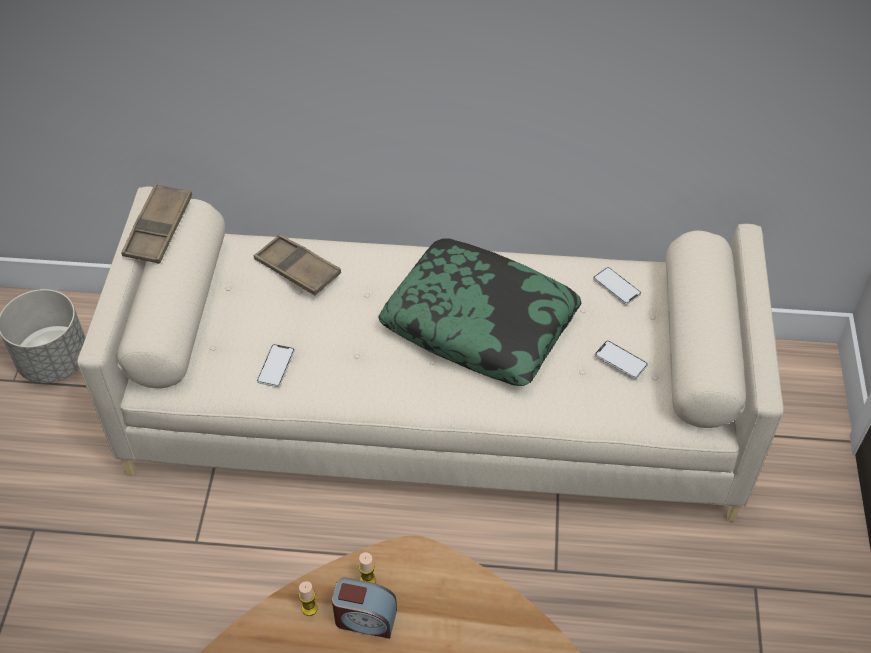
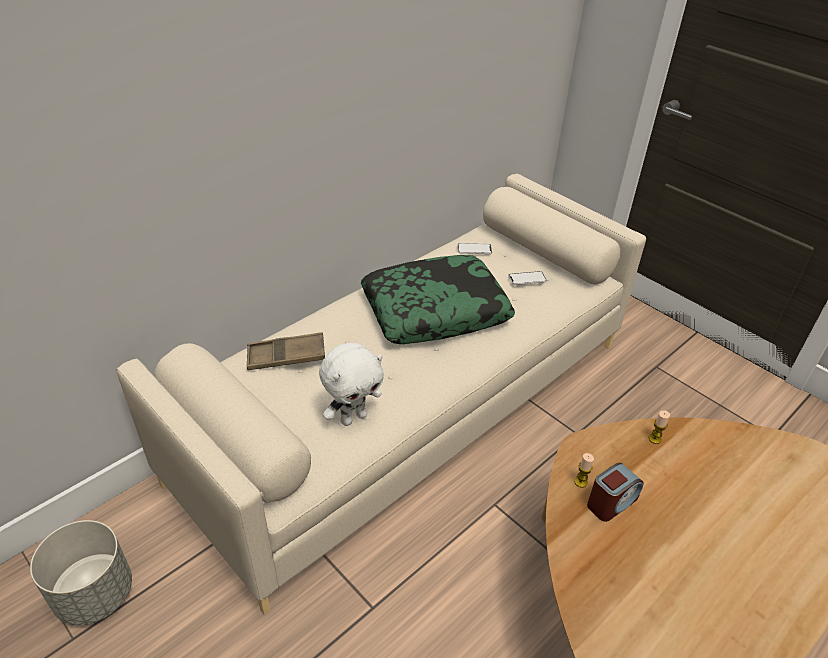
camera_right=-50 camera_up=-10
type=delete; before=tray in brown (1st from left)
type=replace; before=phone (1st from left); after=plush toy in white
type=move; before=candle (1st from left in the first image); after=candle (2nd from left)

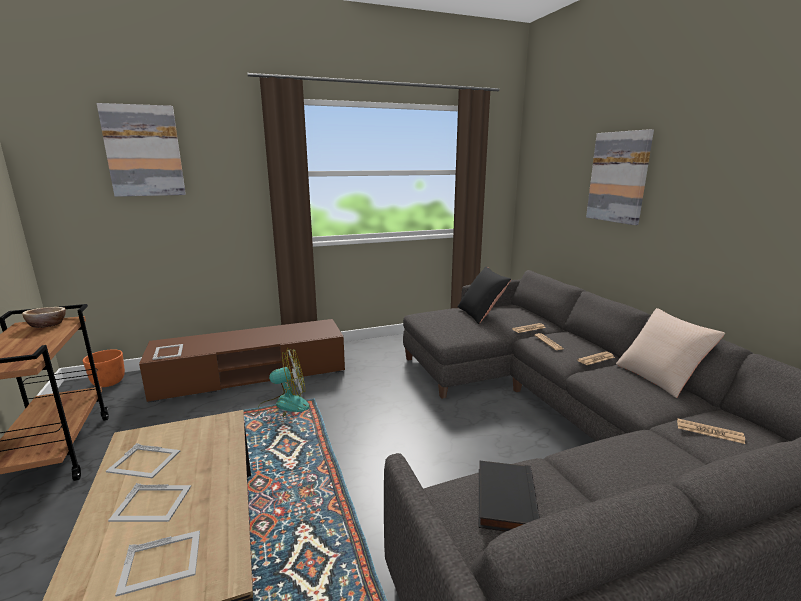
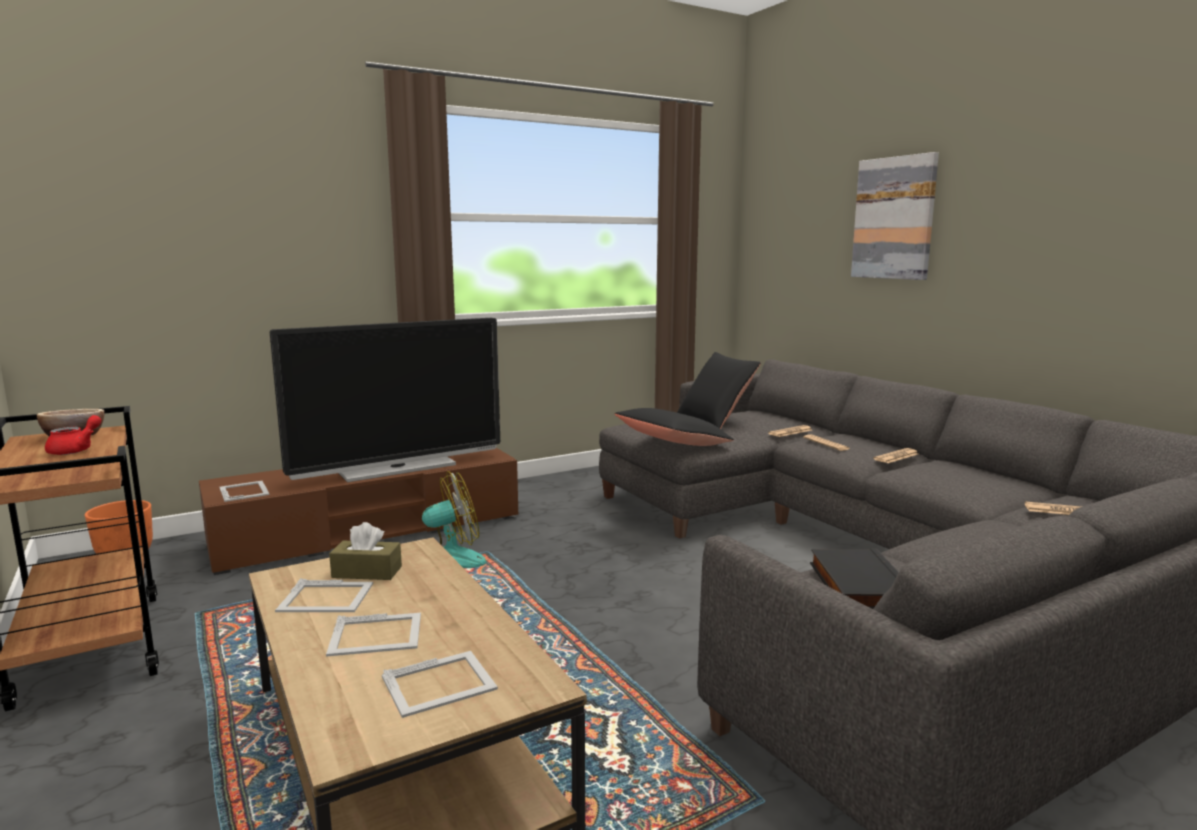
camera_right=-10 camera_up=-5
type=delete; before=picture (1st from left)
type=delete; before=pillow in beige
type=insert; after=teapot in red
type=insert; after=television
type=insert; after=tissue box in brown
type=insert; after=pillow in black (1st from left)

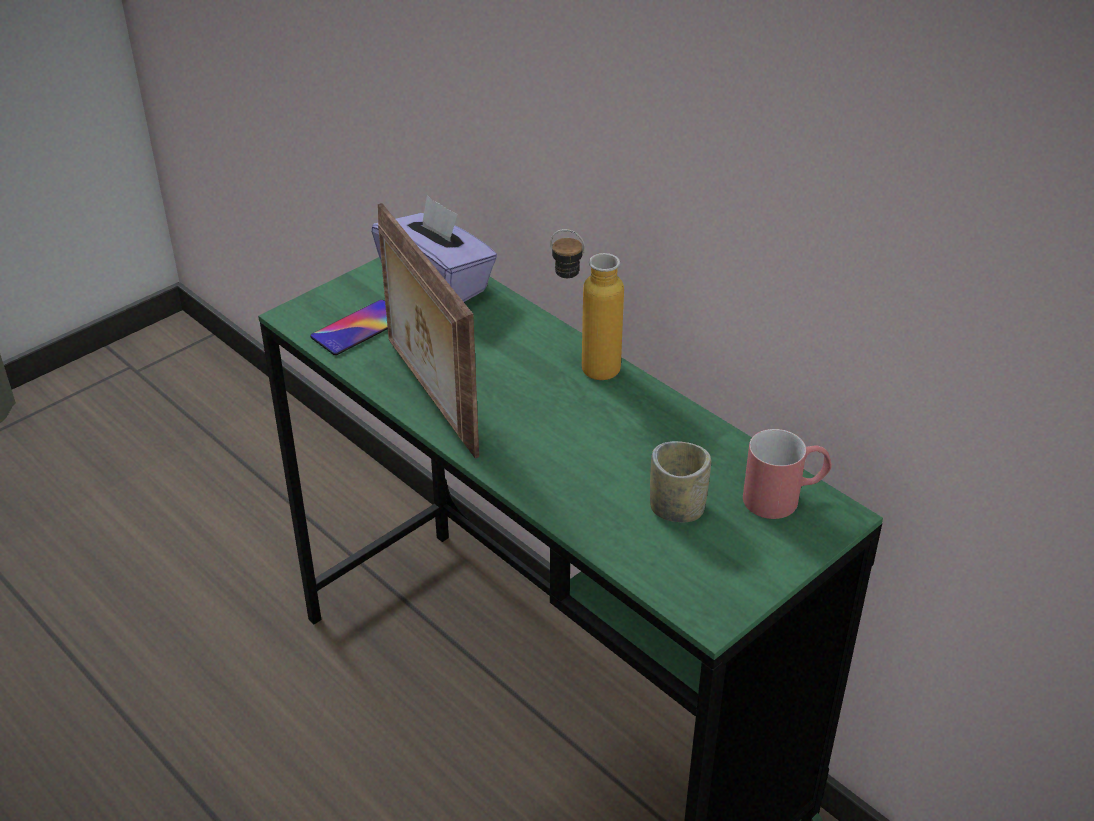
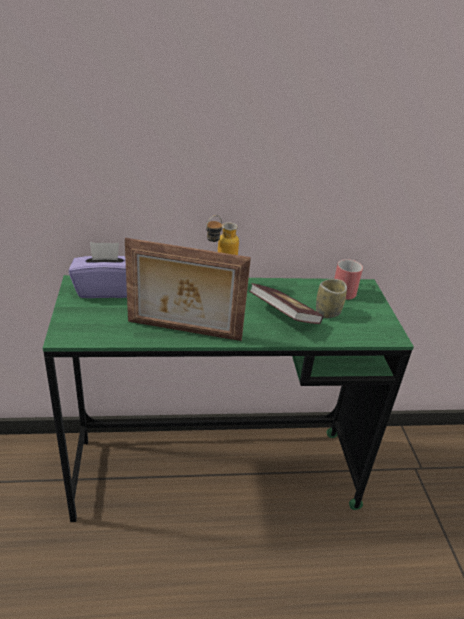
camera_right=-55 camera_up=-5
type=delete; before=phone
type=insert; after=book

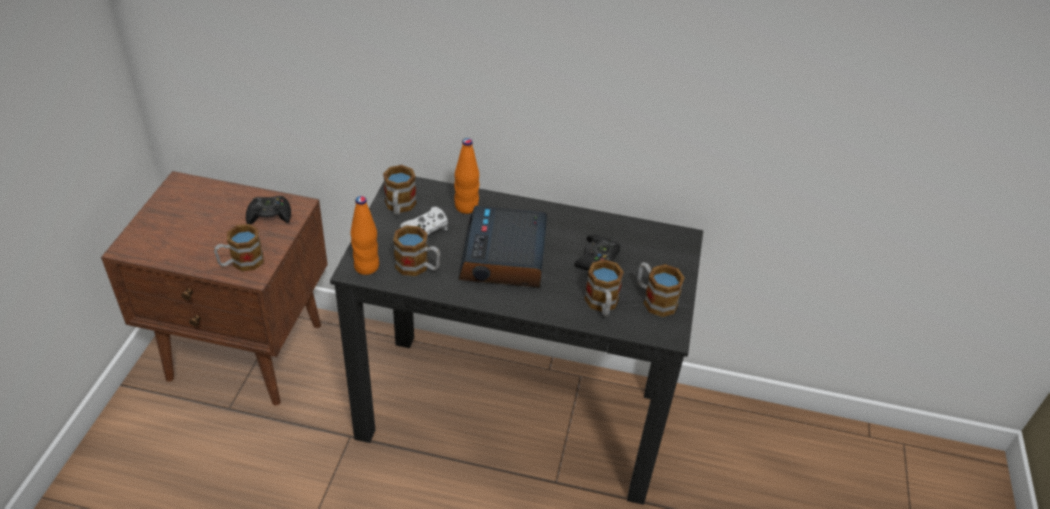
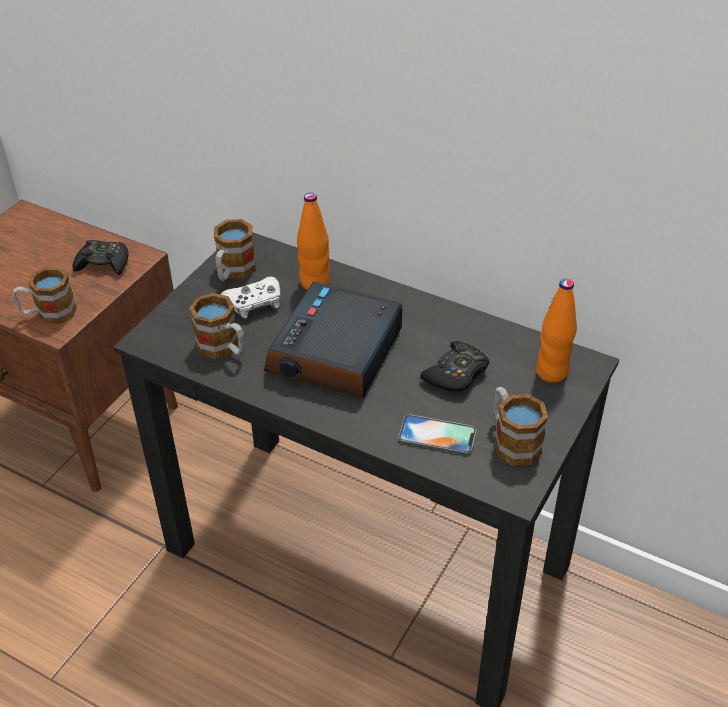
camera_right=20 camera_up=0
type=move; before=bottle in orange (1st from left in the first image); after=bottle in orange (2nd from left)
type=replace; before=mug (4th from left); after=phone

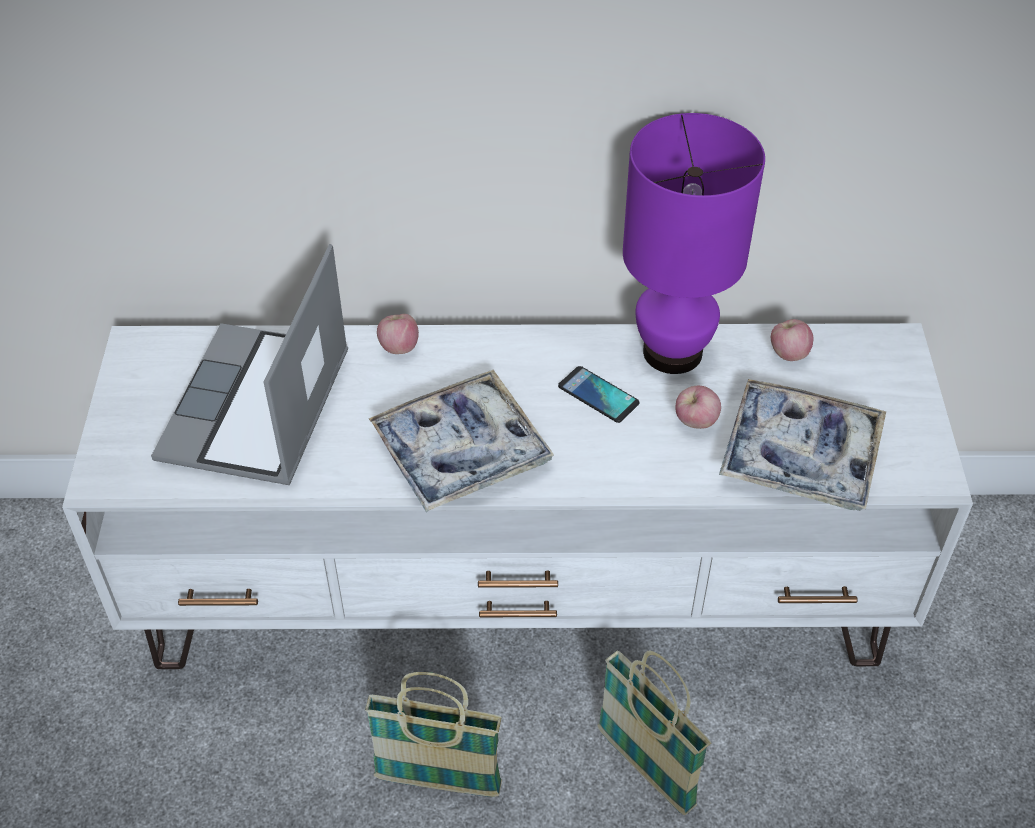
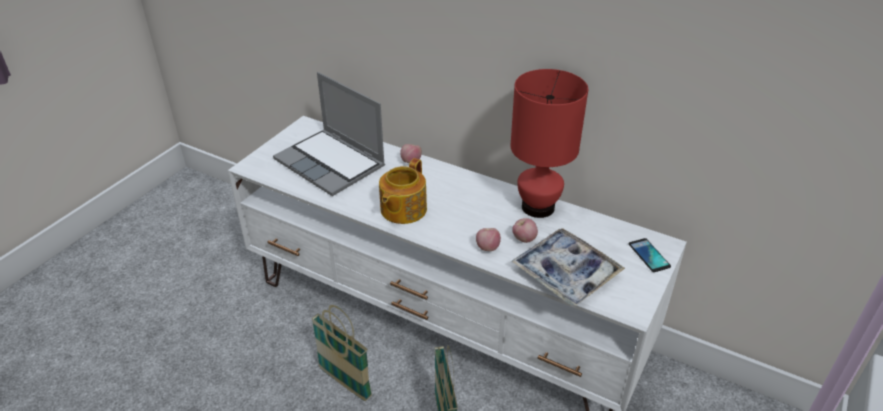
camera_right=30 camera_up=-10
type=rotate; before=laptop; turn=-90
type=replace; before=tray (1st from left); after=teapot
type=move; before=phone
type=recolor; before=table lamp in purple; after=table lamp in red
type=move; before=apple (3rd from left in the first image); after=apple (2nd from left)

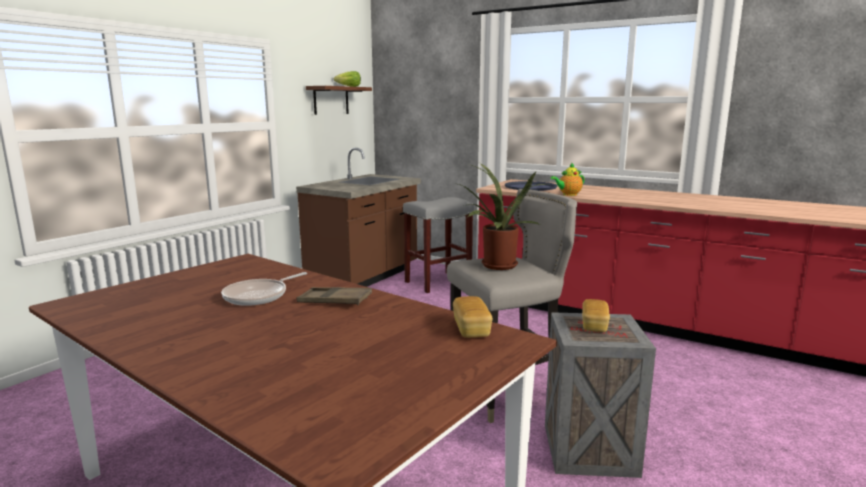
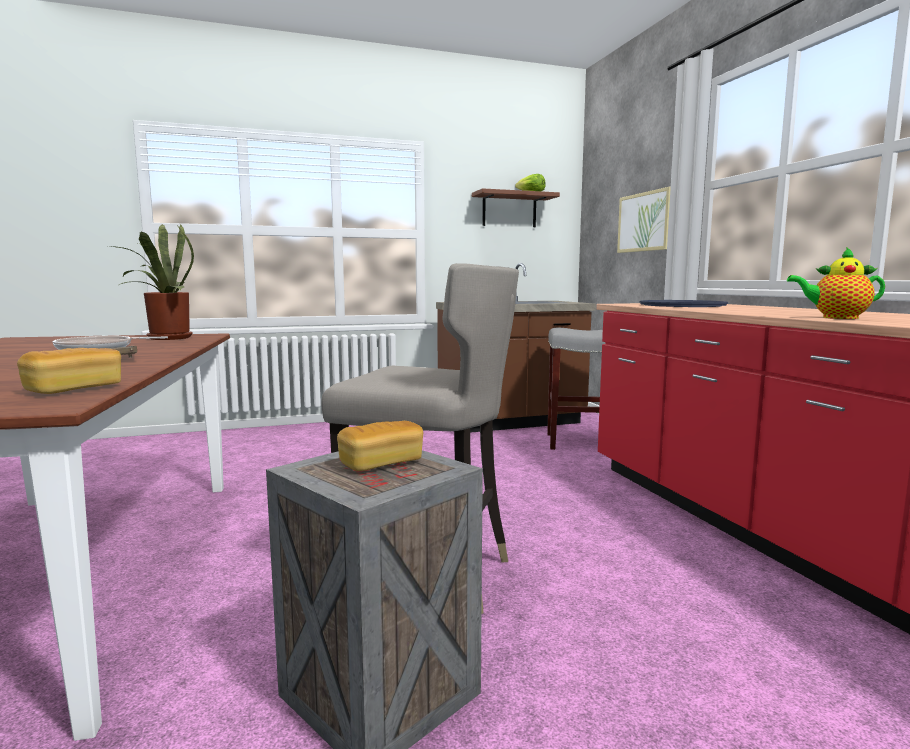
camera_right=40 camera_up=-5
type=move; before=potted plant
type=move; before=teapot
type=insert; after=picture

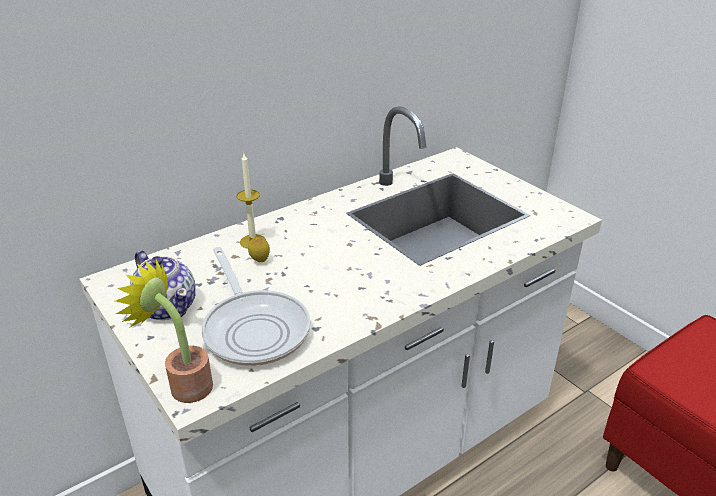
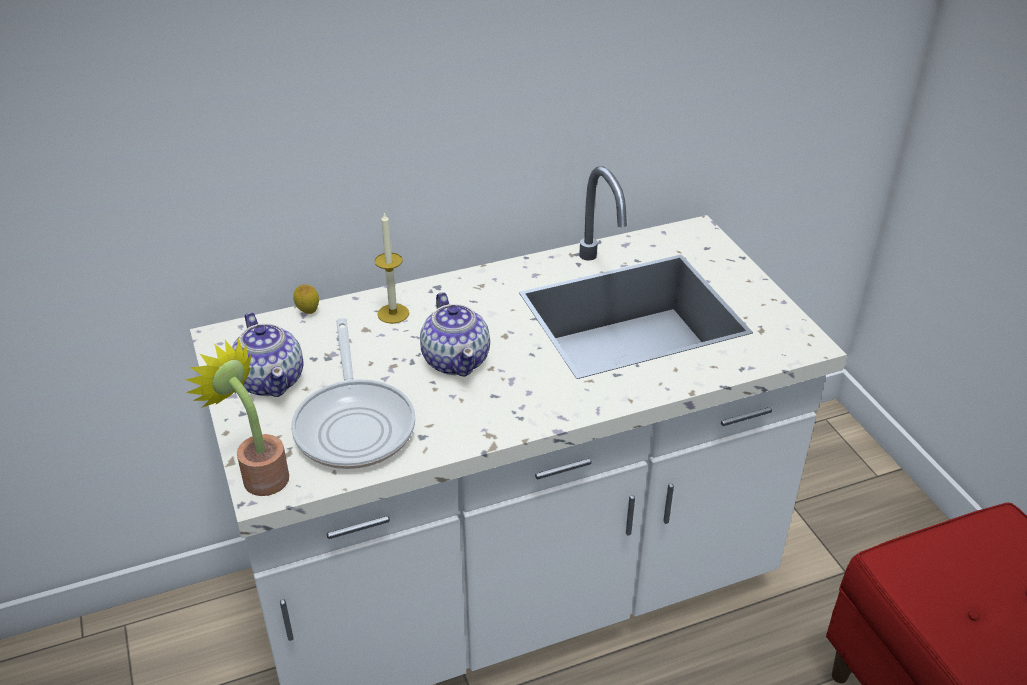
camera_right=15 camera_up=5
type=move; before=lemon
type=insert; after=teapot (2nd from left)

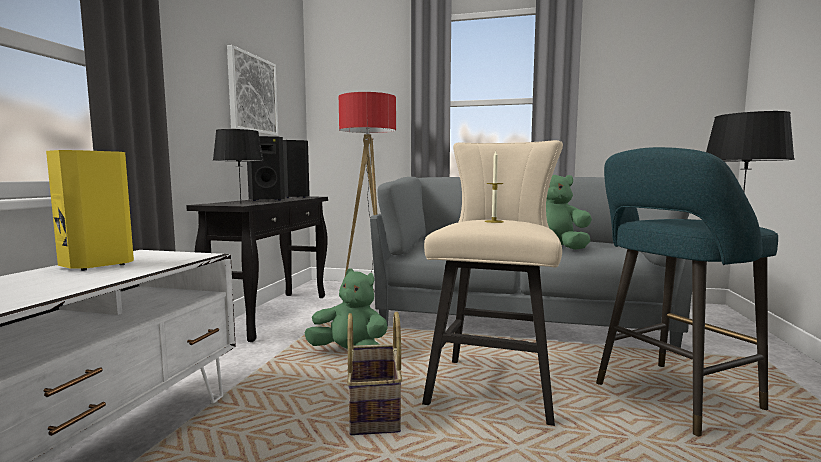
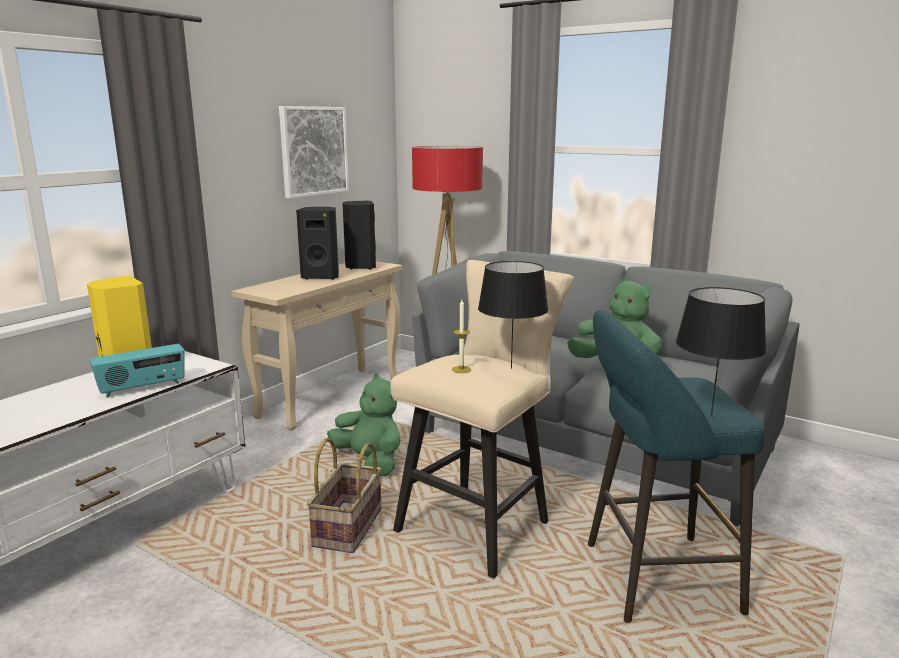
camera_right=20 camera_up=10
type=recolor; before=console table in black; after=console table in beige
type=move; before=table lamp in black (1st from left)
type=insert; after=radio

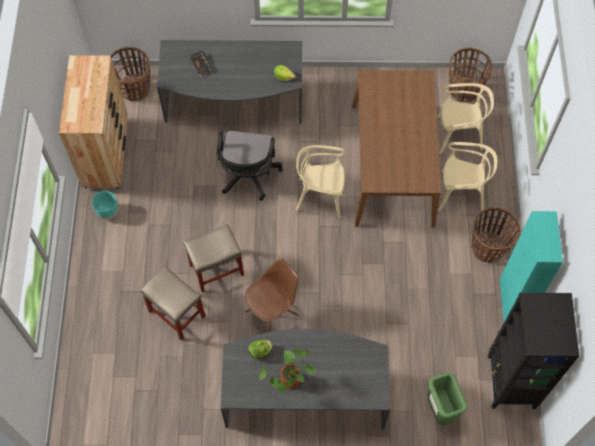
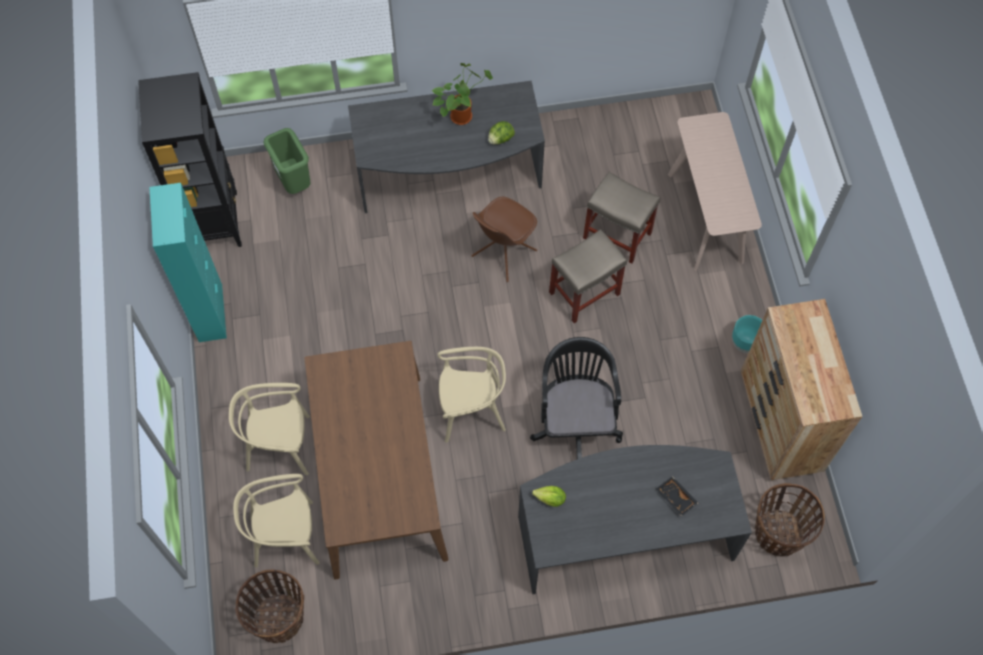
camera_right=170 camera_up=0
type=delete; before=basket (3rd from left)
type=insert; after=console table in beige

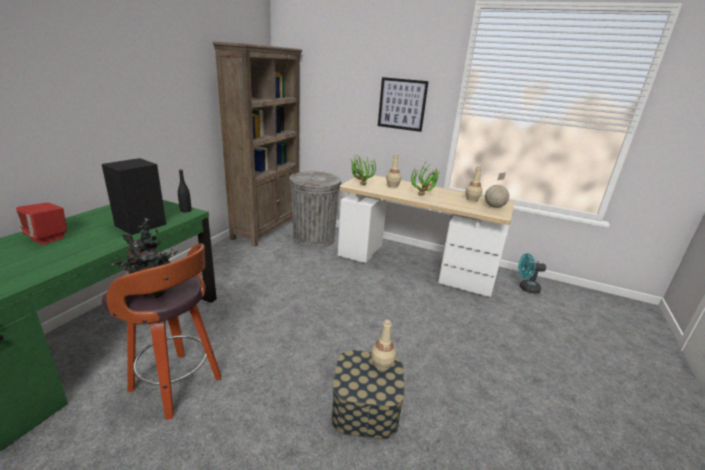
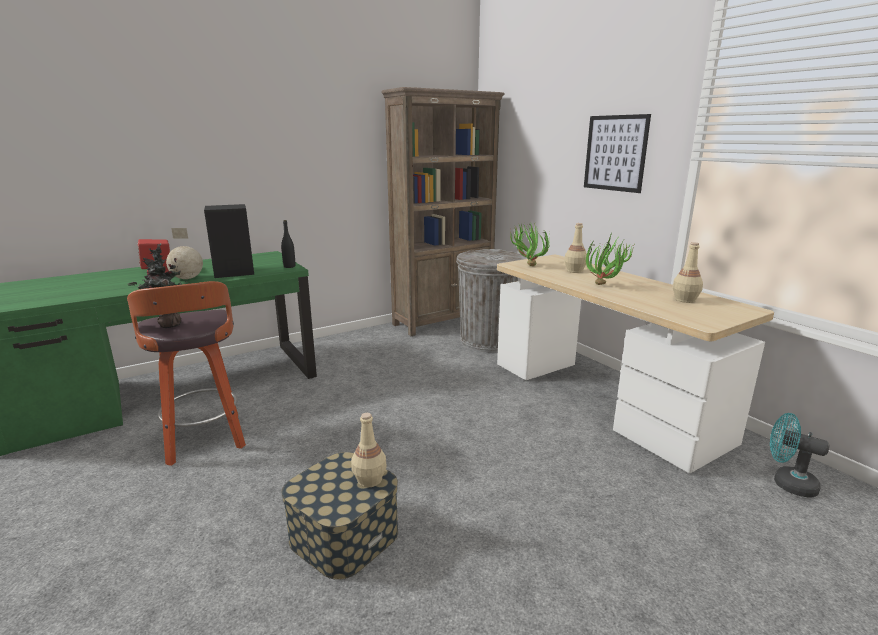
camera_right=35 camera_up=-5
type=move; before=globe

